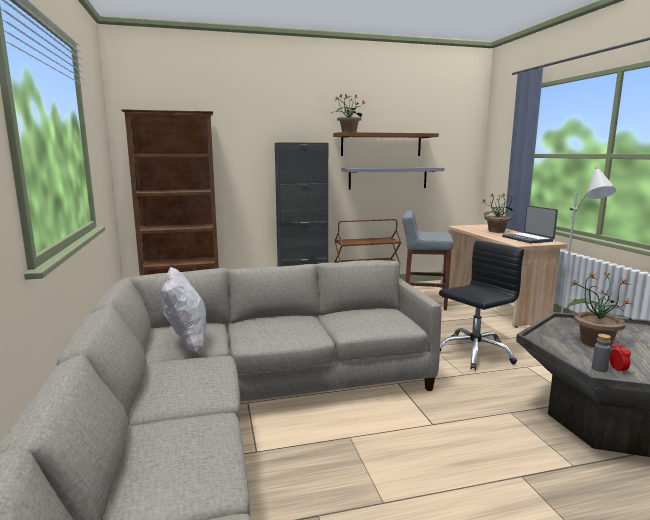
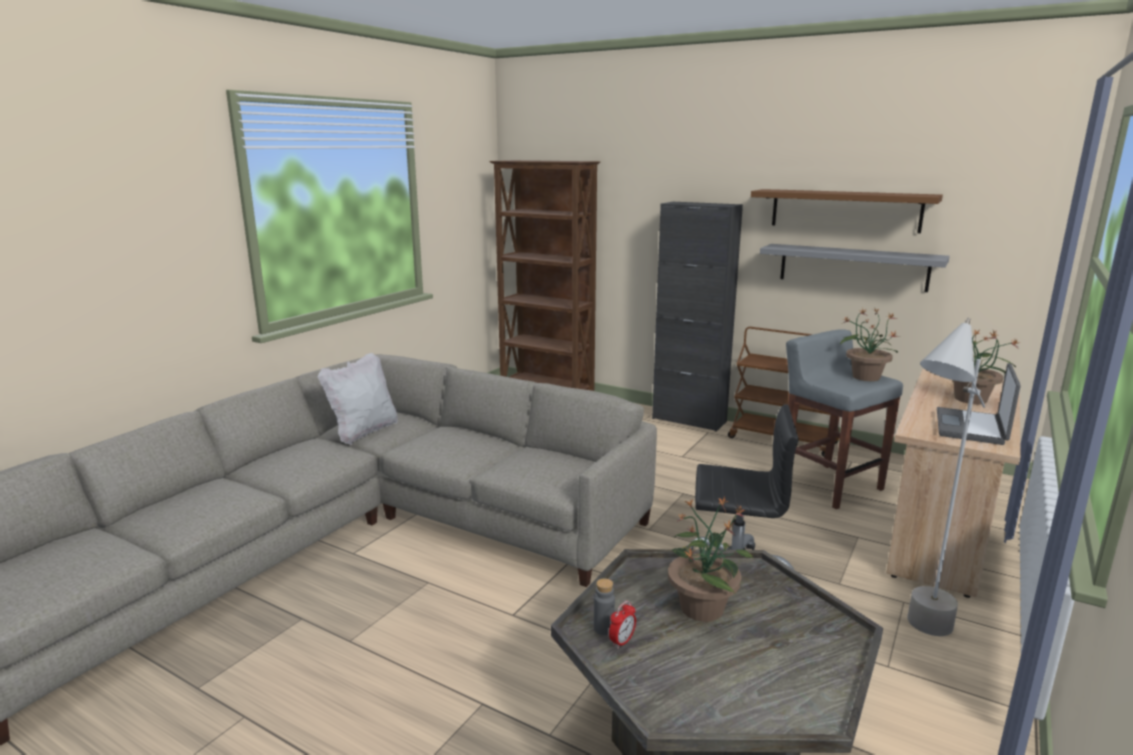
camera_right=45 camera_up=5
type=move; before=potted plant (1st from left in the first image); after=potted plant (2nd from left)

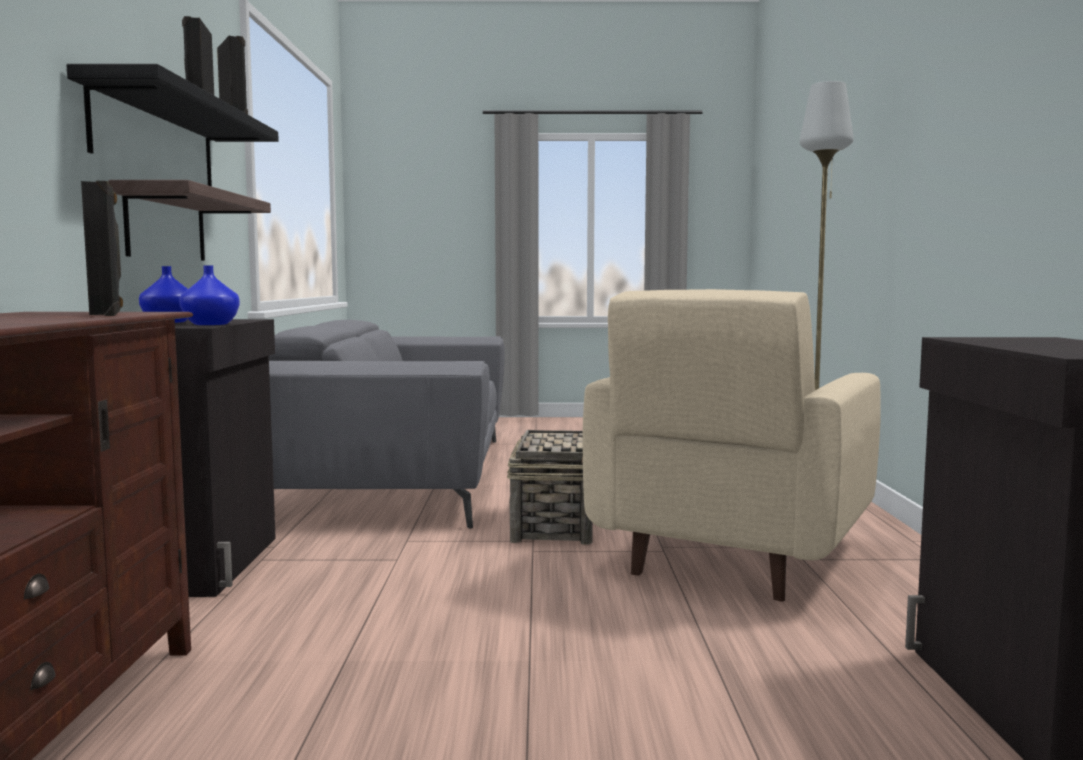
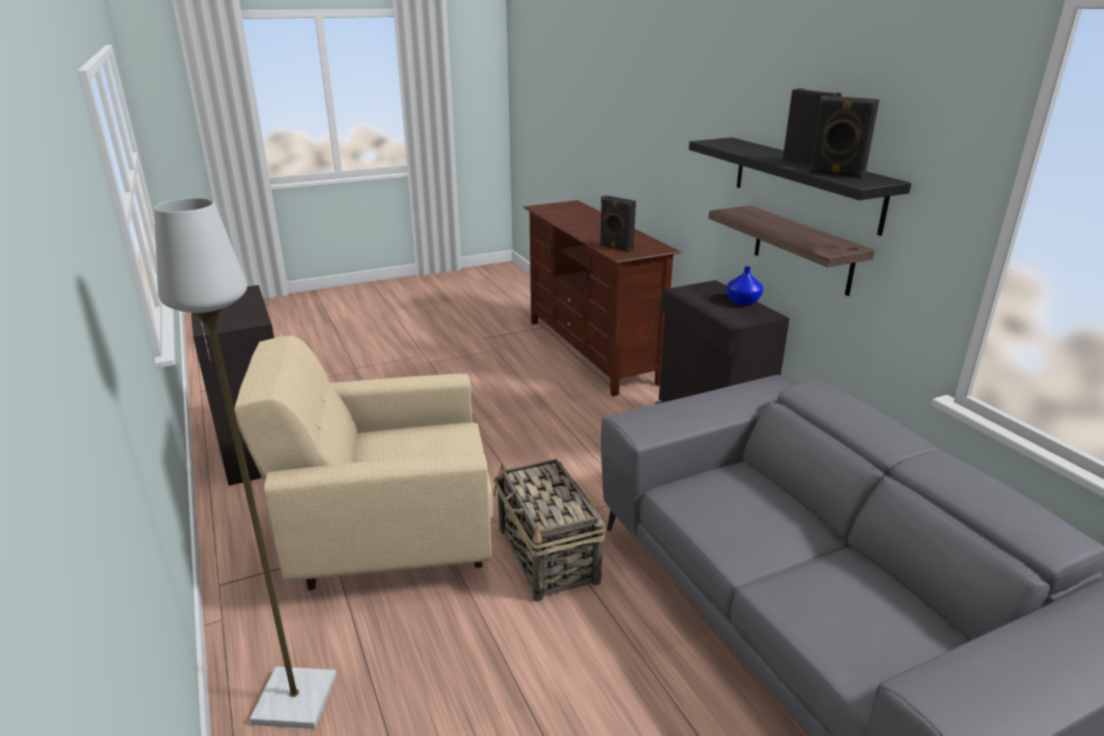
camera_right=155 camera_up=20
type=delete; before=vase in blue (2nd from left)
type=rotate; before=armchair in beige; turn=-105

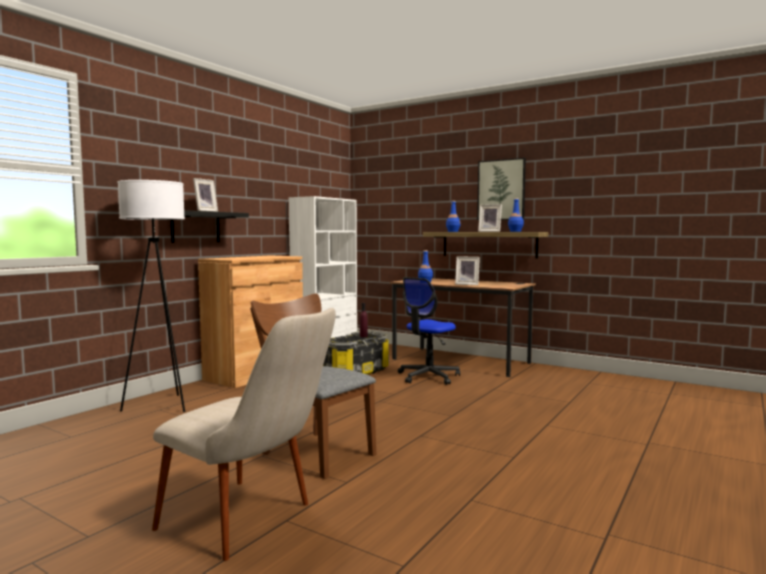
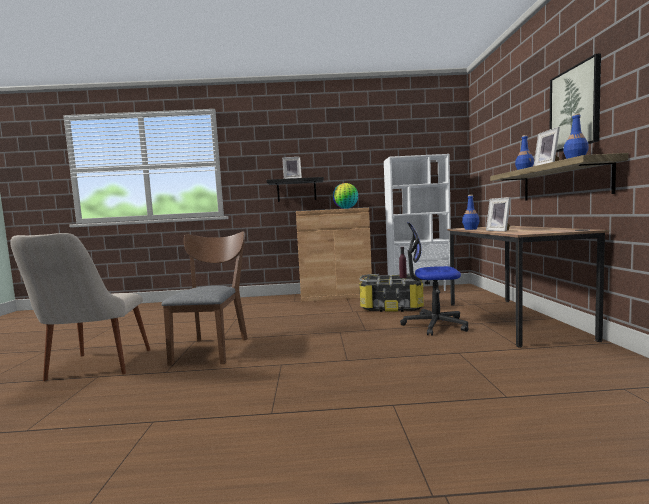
camera_right=55 camera_up=0
type=delete; before=floor lamp in white
type=insert; after=globe

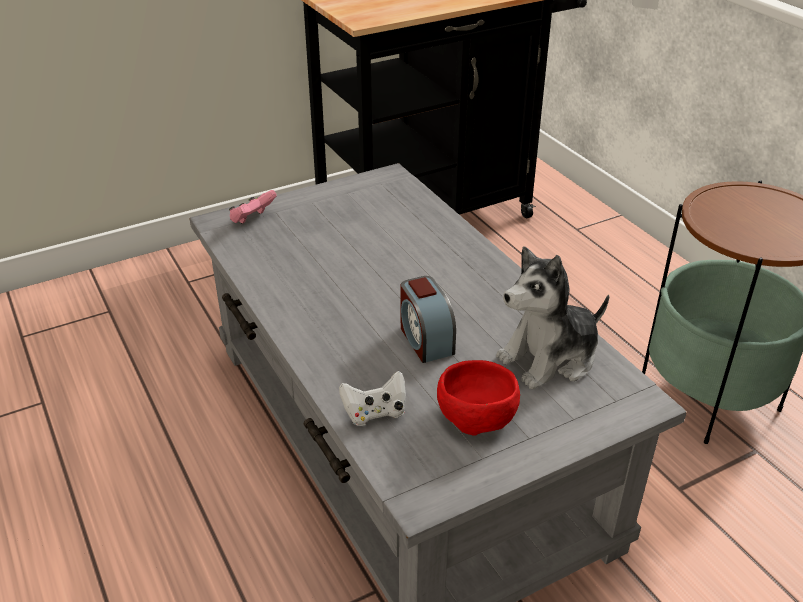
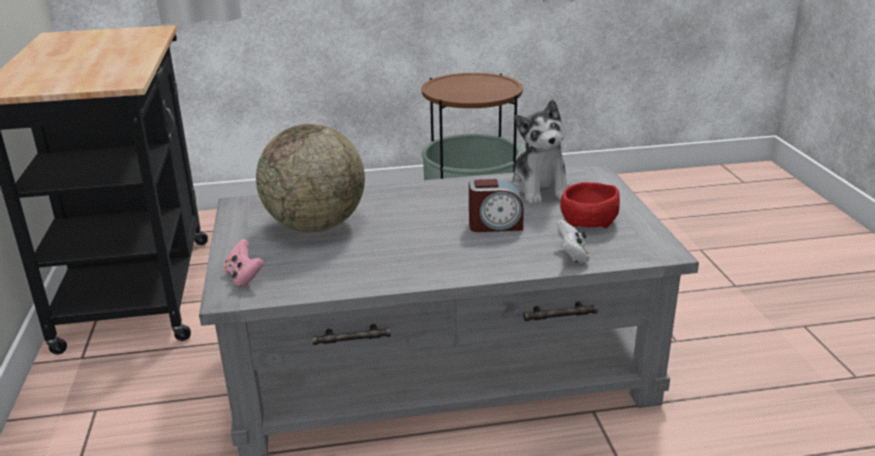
camera_right=-70 camera_up=-10
type=insert; after=globe

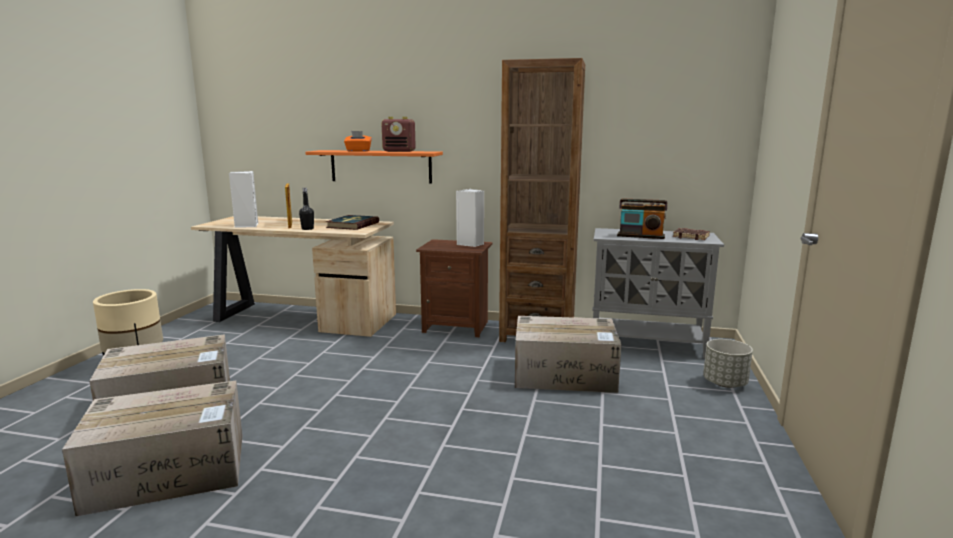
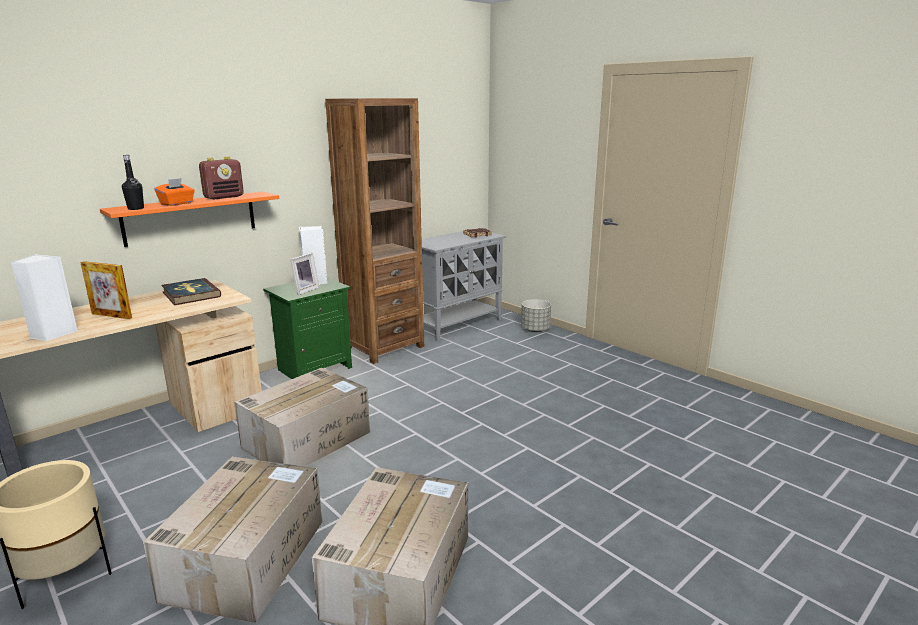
camera_right=-55 camera_up=5
type=move; before=bottle in black
type=recolor; before=nightstand in brown; after=nightstand in green
type=move; before=cardboard box (3rd from left in the first image); after=cardboard box (2nd from left)
type=delete; before=radio (2nd from left)
type=insert; after=picture frame (2nd from left)

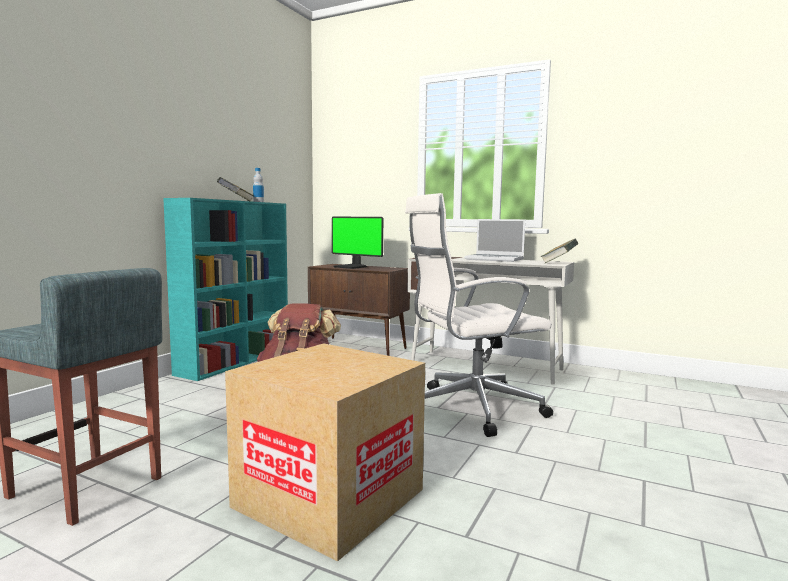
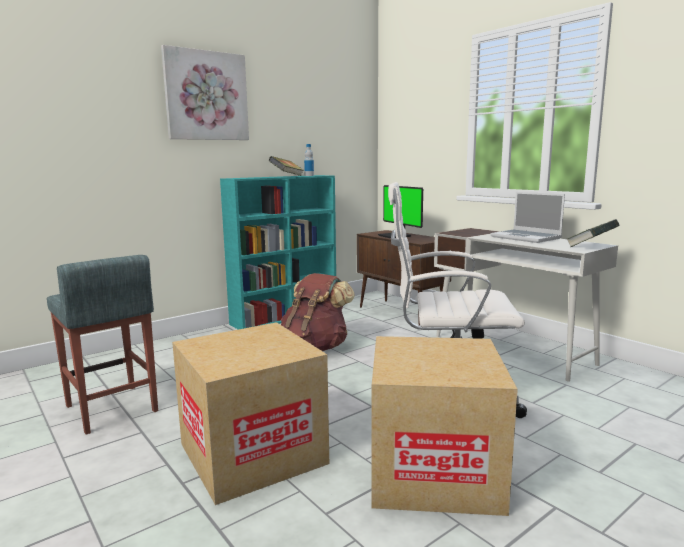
camera_right=25 camera_up=5
type=insert; after=picture
type=insert; after=cardboard box (2nd from left)

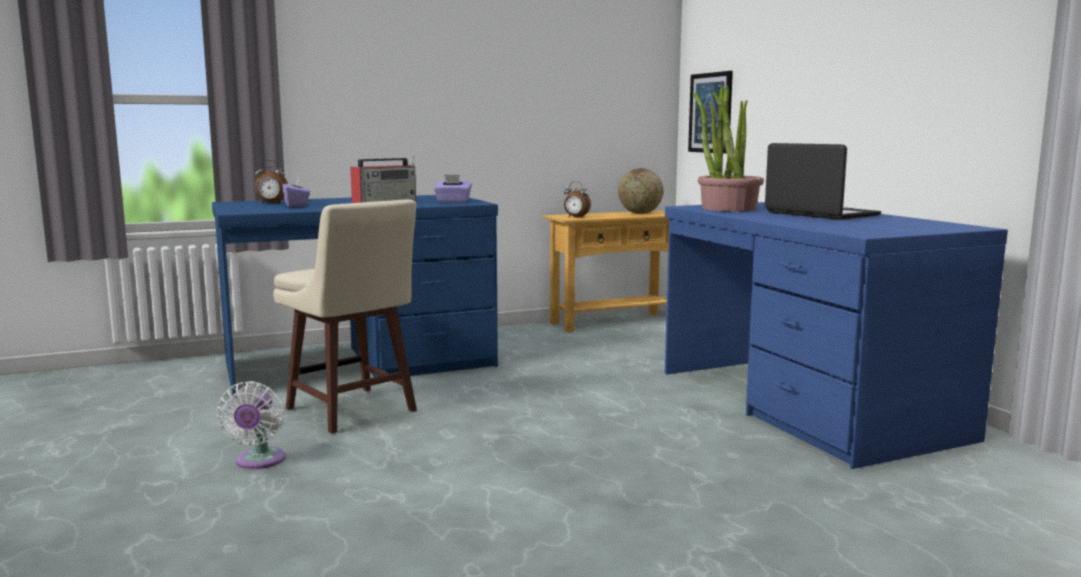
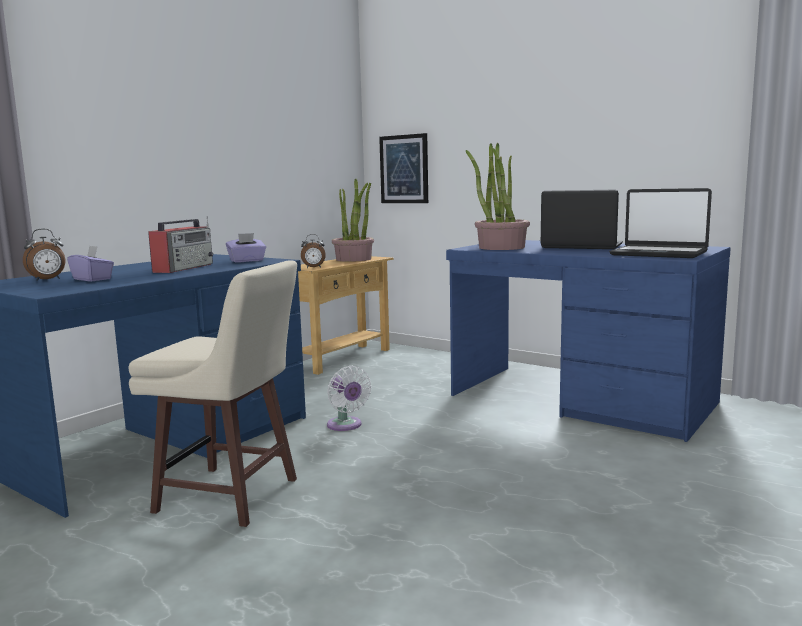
camera_right=-30 camera_up=0
type=move; before=fan in white
type=replace; before=globe; after=potted plant (1st from left)
type=insert; after=laptop (2nd from left)

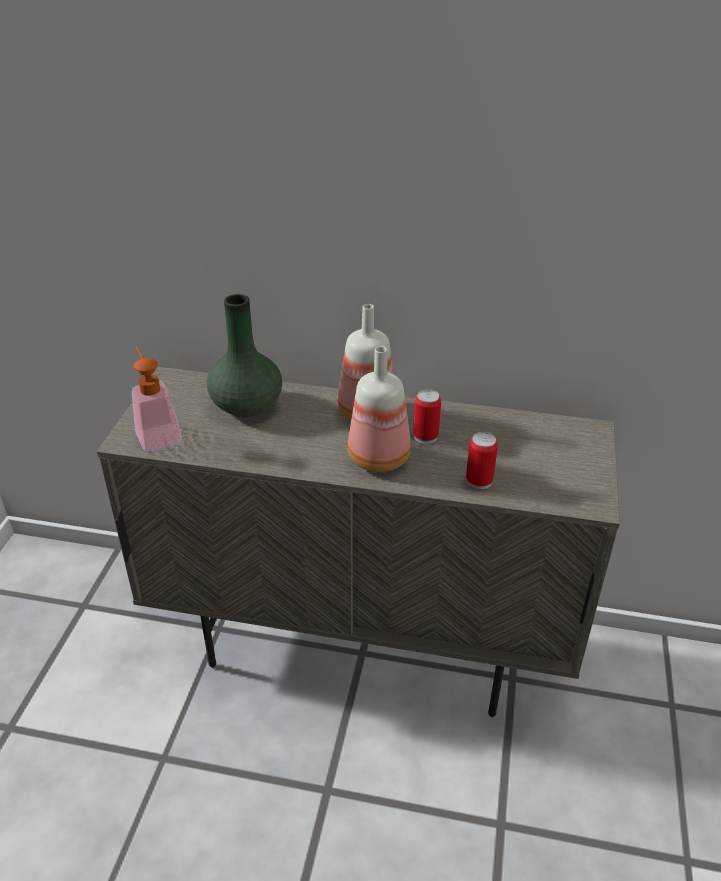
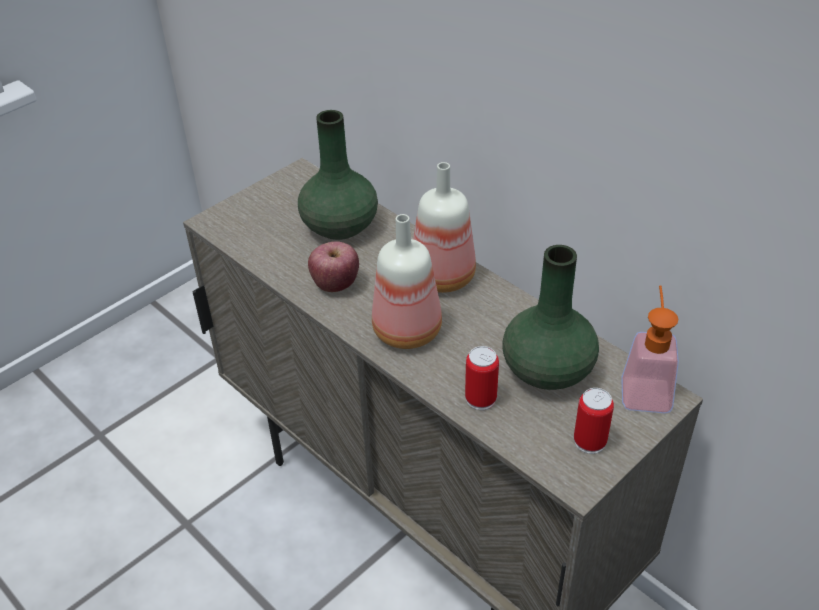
camera_right=35 camera_up=5
type=move; before=soap dispenser
type=move; before=can (1st from left in the first image); after=can (2nd from left)
type=insert; after=apple
type=insert; after=vase in green (2nd from left)

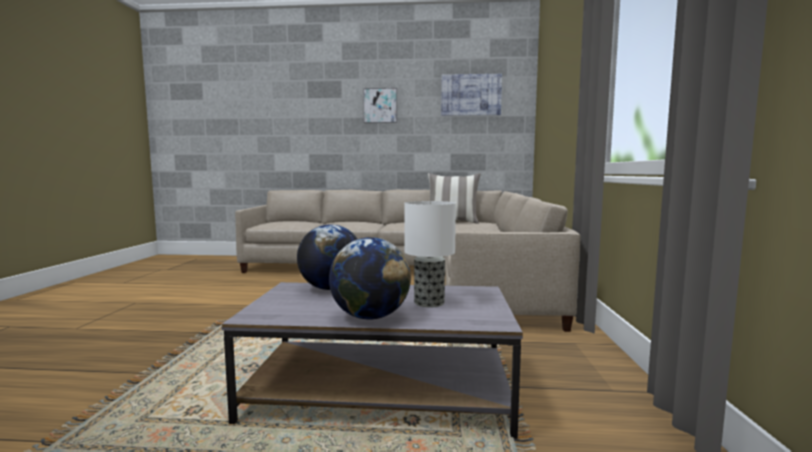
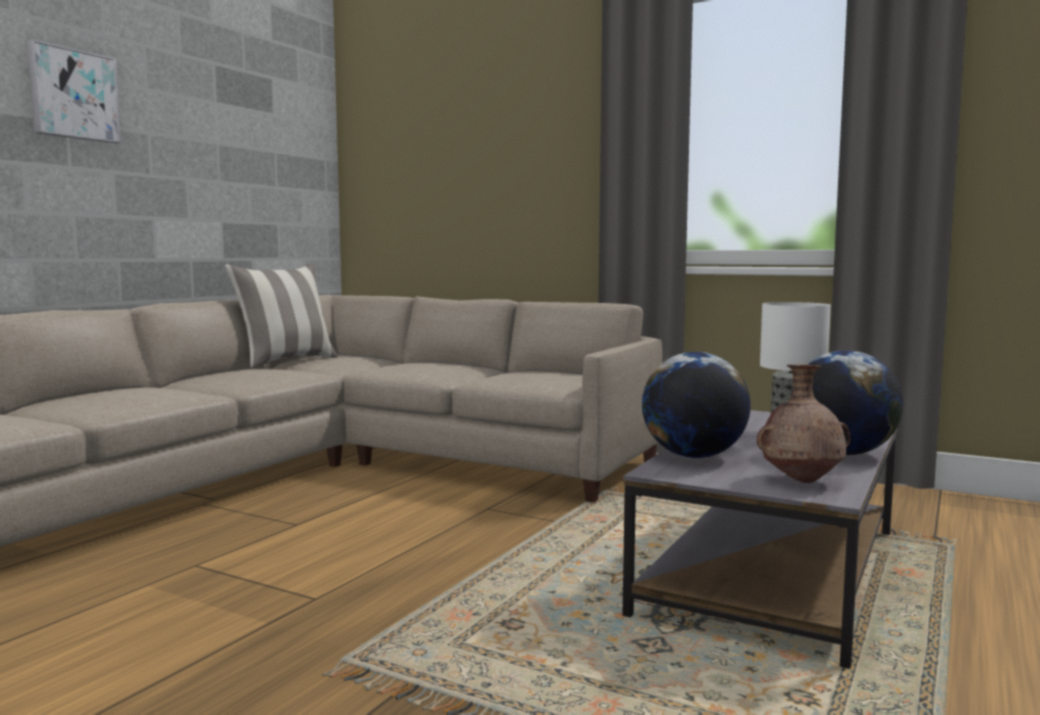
camera_right=-65 camera_up=0
type=delete; before=picture (2nd from left)
type=insert; after=vase in brown

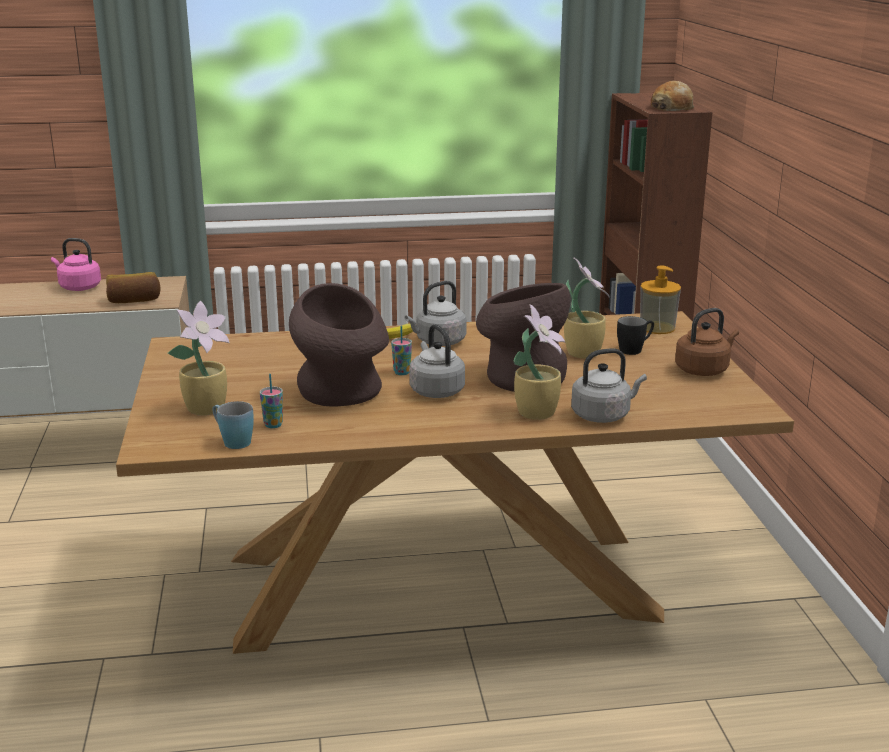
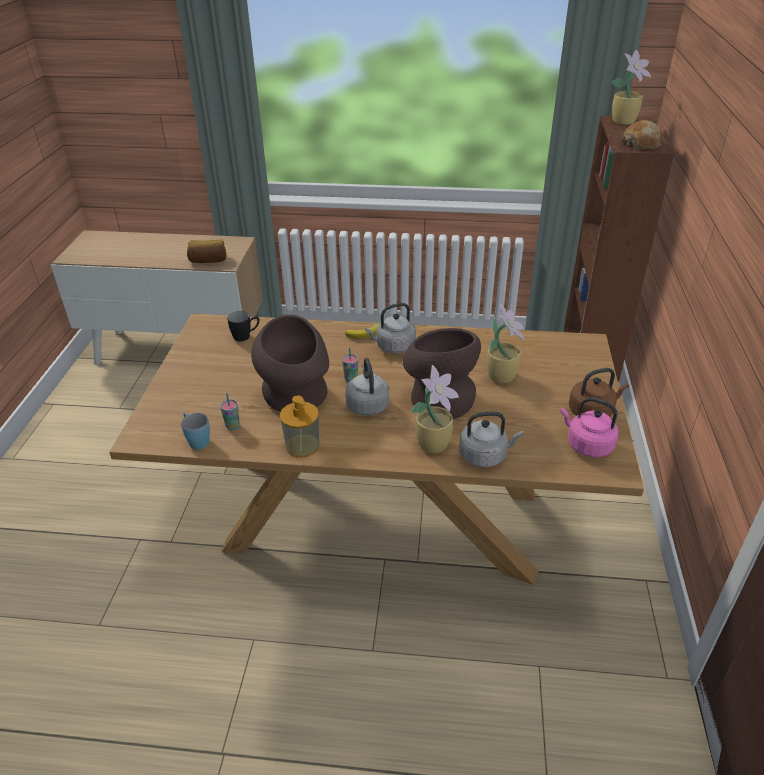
camera_right=15 camera_up=15
type=move; before=kettle in pink
type=move; before=potted plant (1st from left in the first image); after=potted plant (3rd from left)
type=move; before=mug in black
type=move; before=soap dispenser

